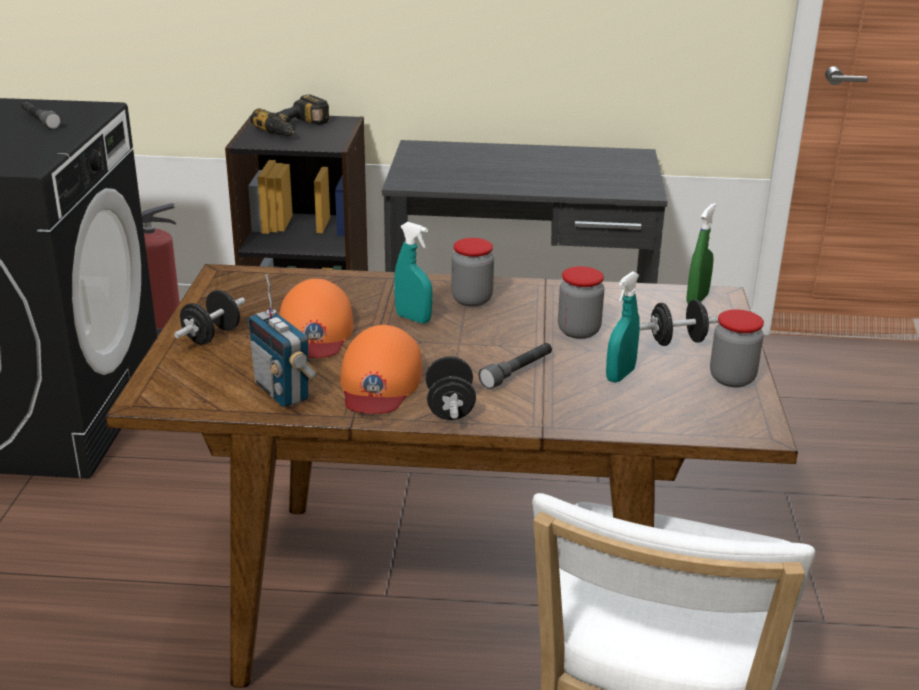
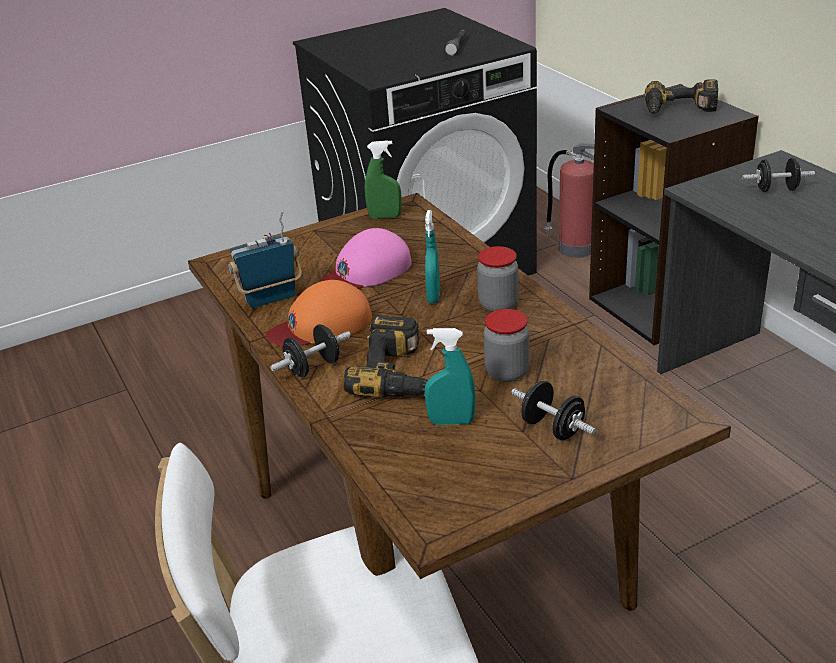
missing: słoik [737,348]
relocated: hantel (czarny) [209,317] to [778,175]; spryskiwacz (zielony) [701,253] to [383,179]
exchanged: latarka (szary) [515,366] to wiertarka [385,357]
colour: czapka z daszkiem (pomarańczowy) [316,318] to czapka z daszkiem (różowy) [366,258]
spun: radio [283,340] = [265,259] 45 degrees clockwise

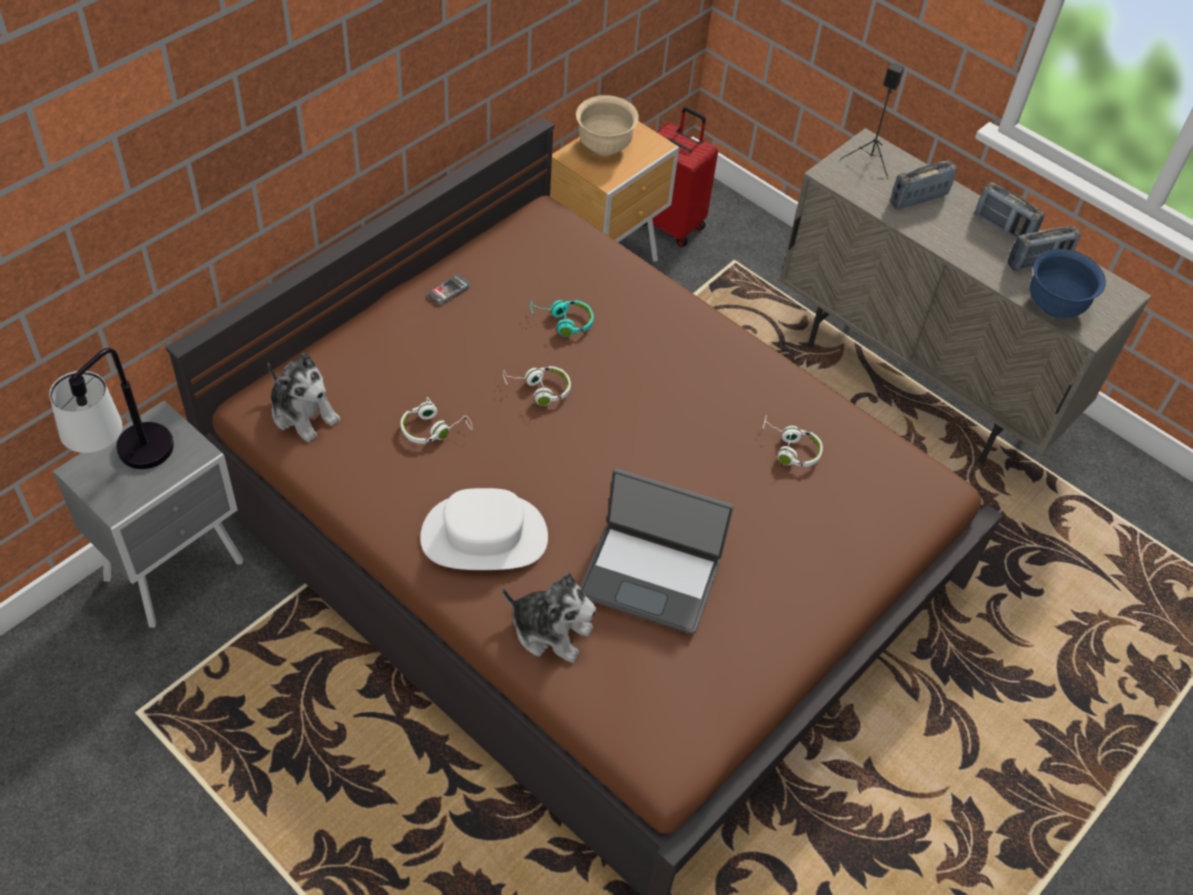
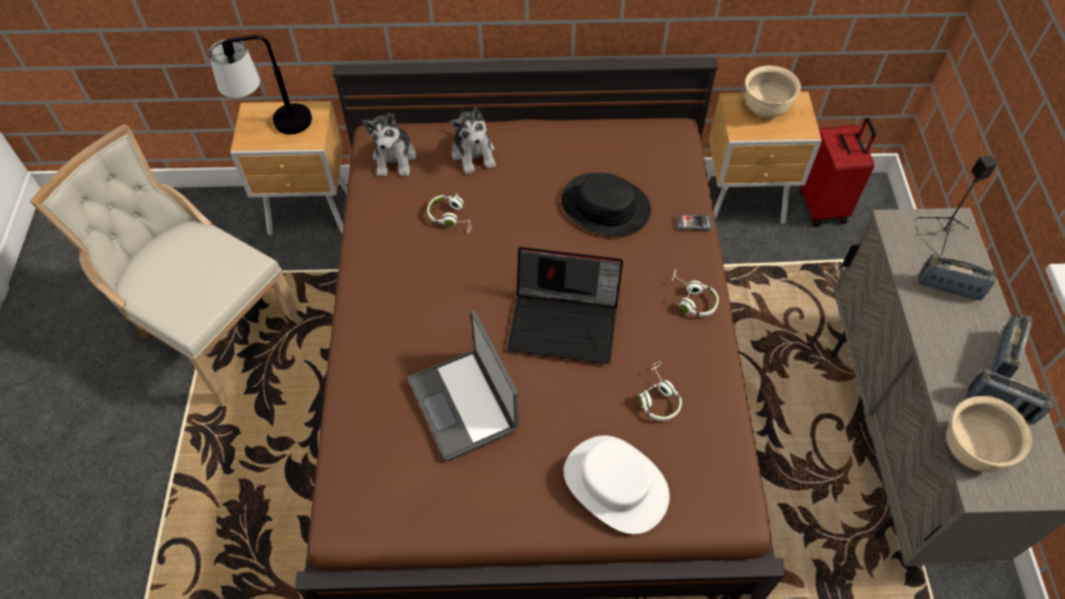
appeared: krzesło (beżowy) [166,265]; laptop [565,305]
relocated: kapelusz (biały) [484,529] to [617,485]; telefon [449,289] to [695,222]; pluszak [549,618] to [473,140]; słuchawki (biały) [537,386] to [695,293]
exchanged: słuchawki (turkusowy) [562,318] to kapelusz (czarny) [606,205]
colour: szafka nocna (szary) [148,514] to szafka nocna (brązowy) [289,168]; miska (niebieski) [1068,283] to miska (beżowy) [989,434]
spun: radio [1009,210] = [1012,345] 150 degrees counterclockwise

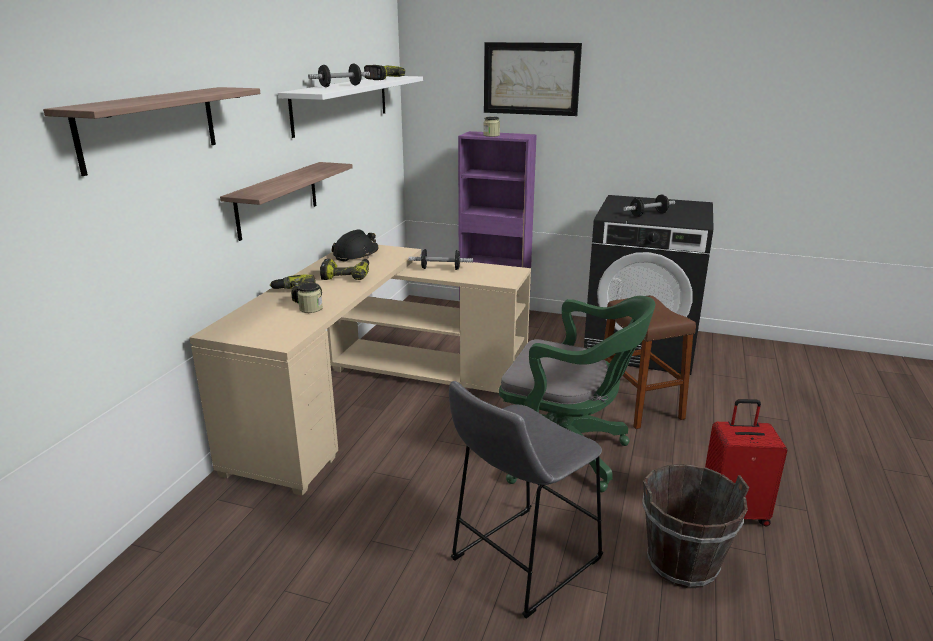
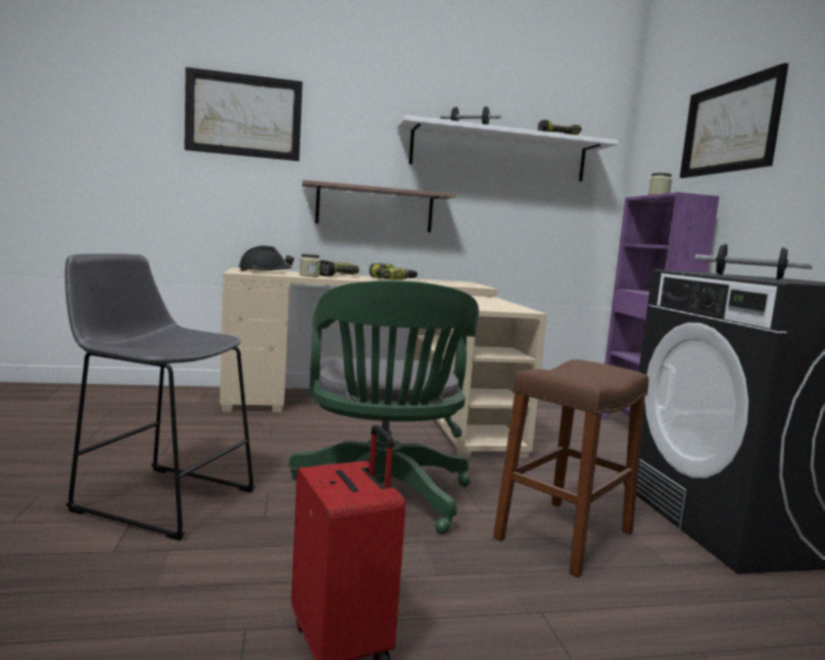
missing: hantel [440,259]; wiadro (brązowy) [695,526]
relocated: kask (czarny) [355,245] to [266,258]
exchanged: półka [151,131] to obraz [243,114]

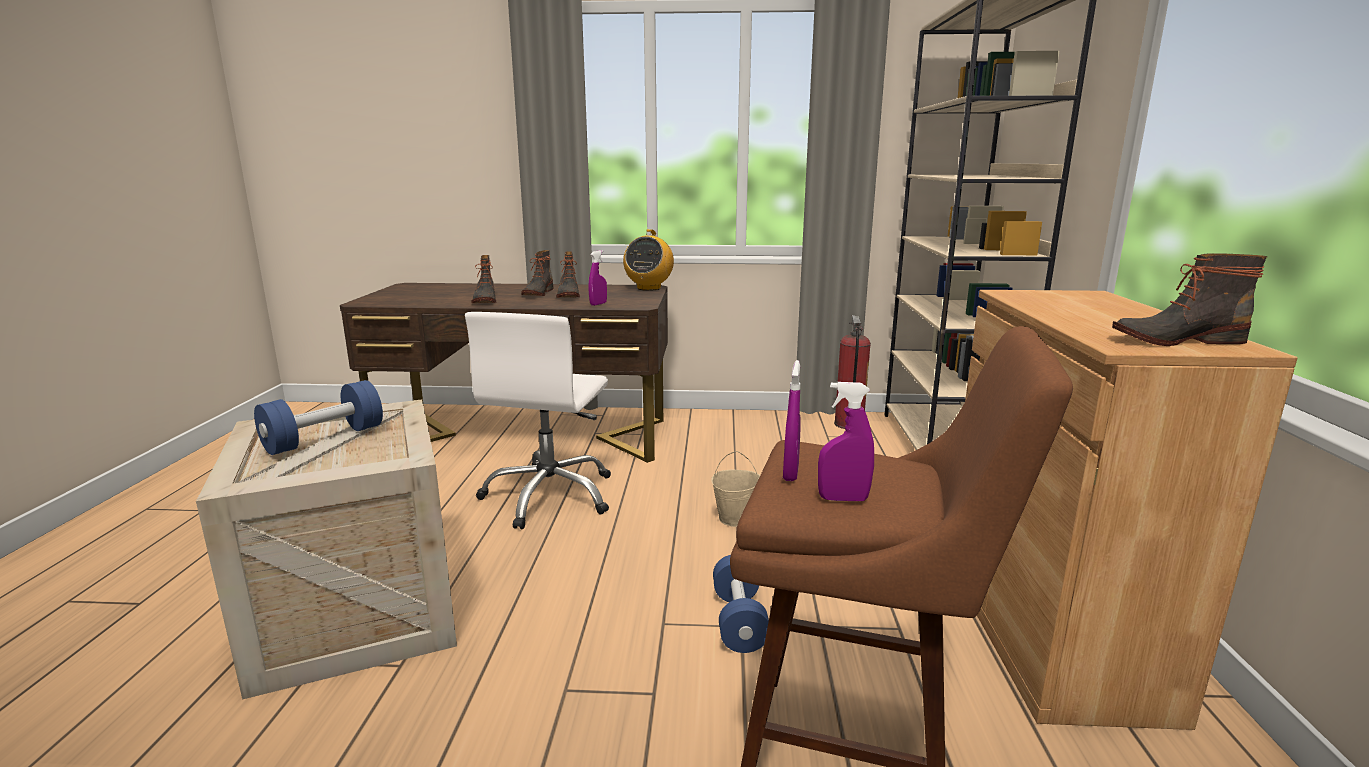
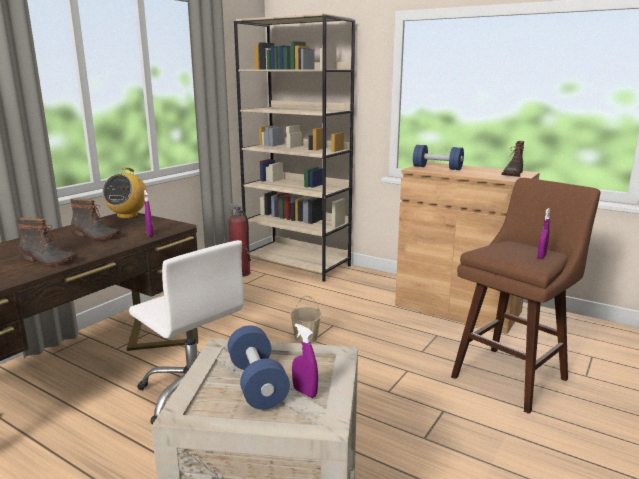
missing: but z cholewką [537,273]
relocated: hantel (niebieski) [741,604] to [438,157]; spryskiwacz (fioletowy) [792,420] to [305,361]
spun: radio [648,260] = [125,193] 60 degrees clockwise

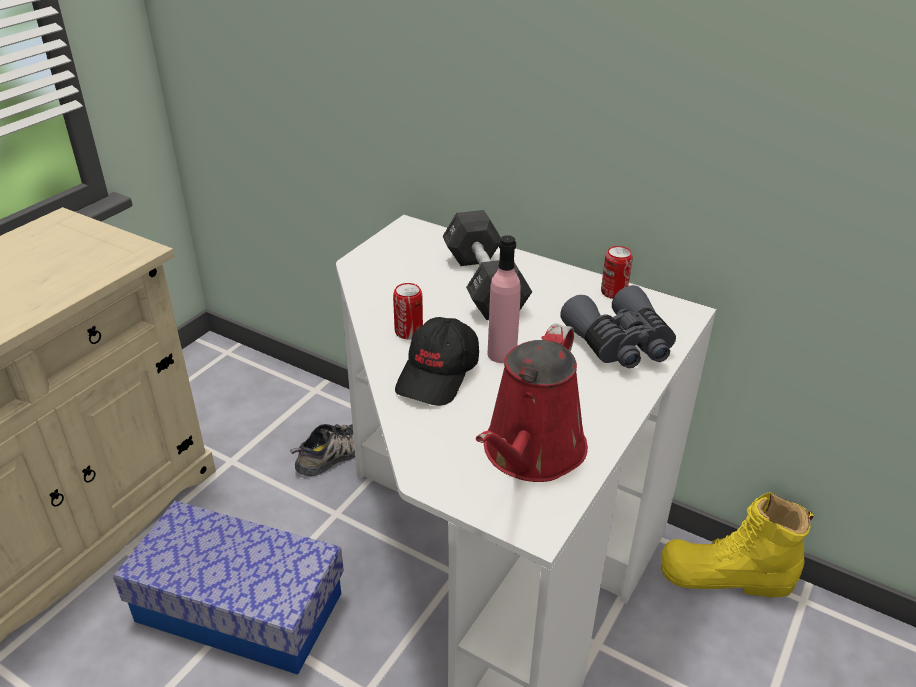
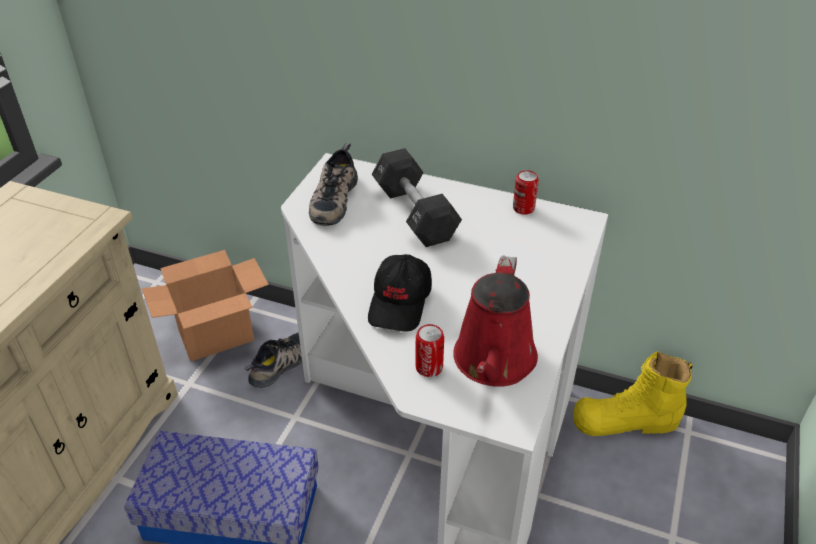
missing: butelka (różowy) [504,299]; lornetka (szary) [618,326]
appeared: karton [205,305]; but [333,184]
relocated: puszka [408,311] to [429,350]

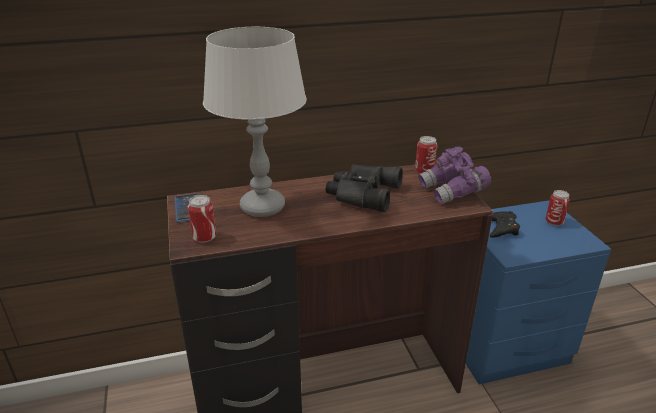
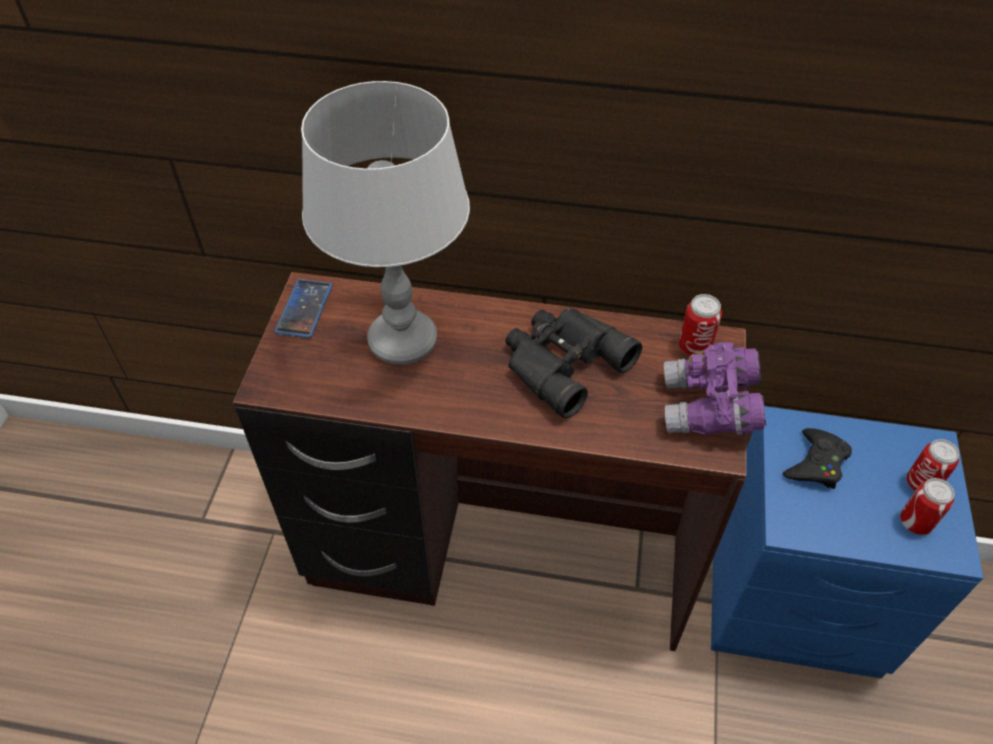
relocated: puszka [202,219] to [927,506]

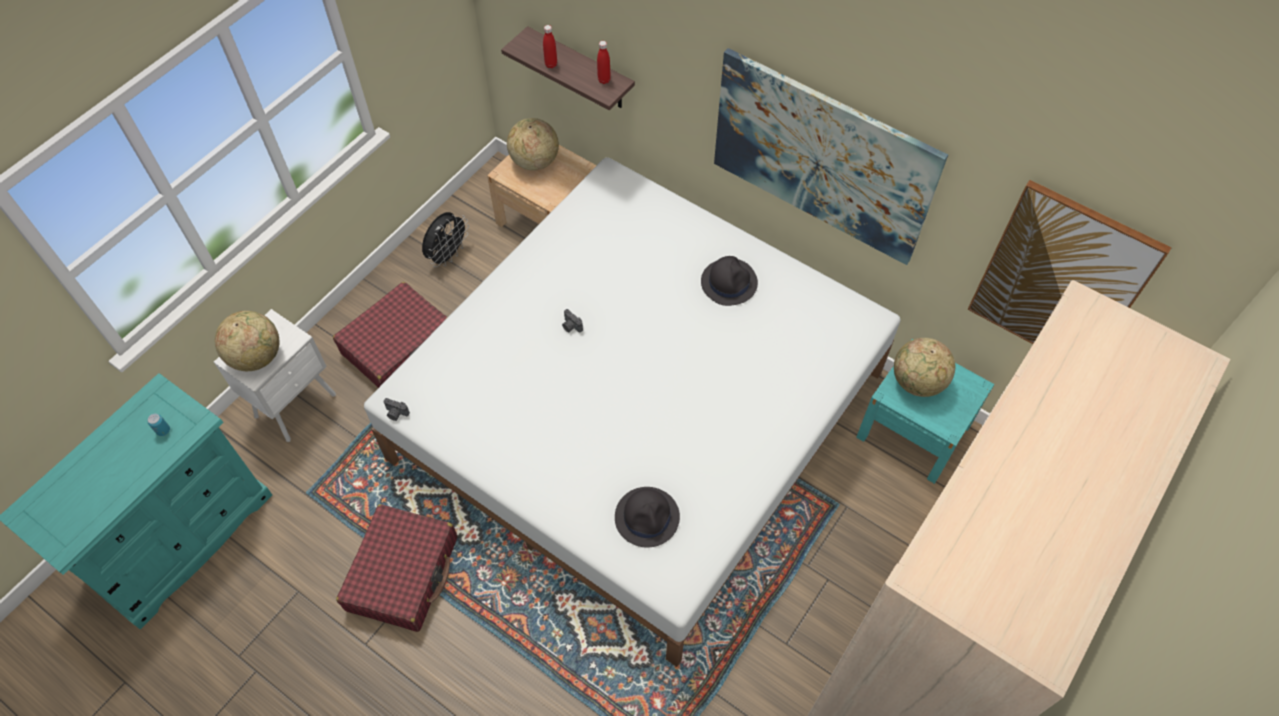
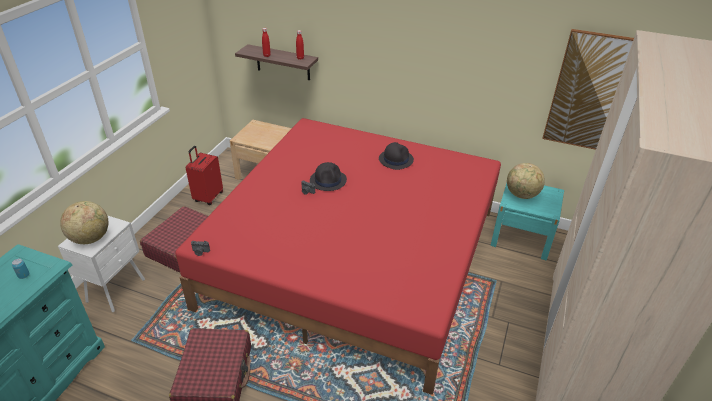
missing: globus [533,144]; obraz [831,156]
relocated: kapelusz (czarny) [647,517] to [328,176]
exchanged: wentylator (czarny) [445,239] to walizka (czerwony) [204,175]
colour: łóżko (biały) [632,412] to łóżko (czerwony) [338,256]

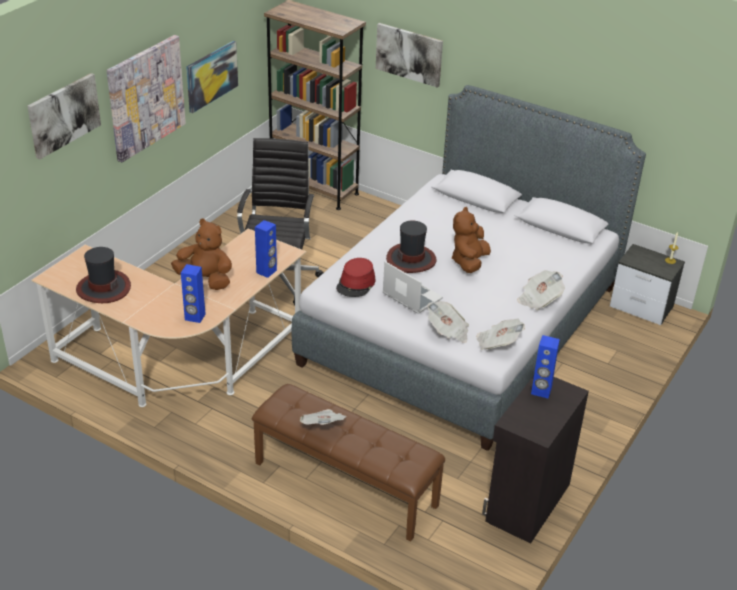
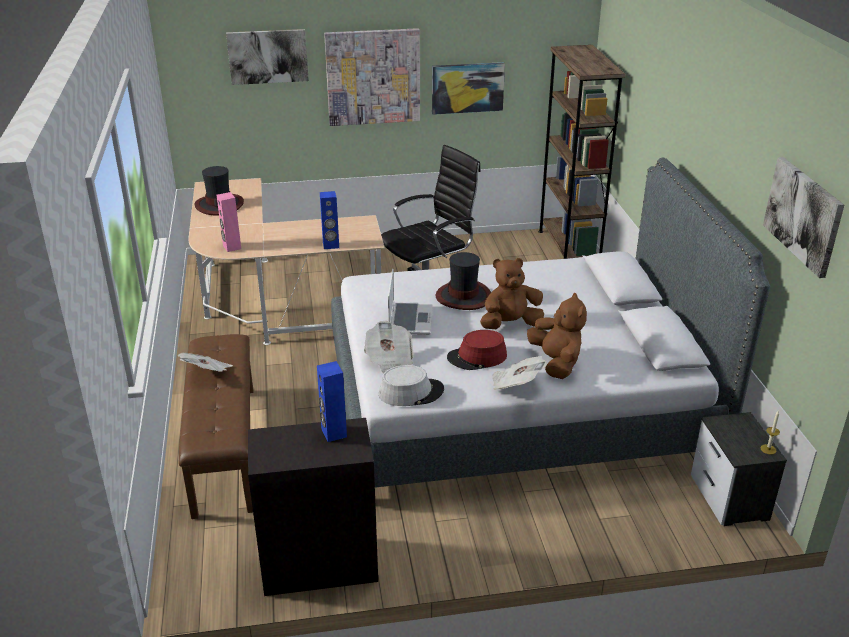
relocated: pluszak (brązowy) [201,254] to [557,336]; kapelusz (czerwony) [356,277] to [477,350]; obraz [409,55] to [803,217]
exchanged: gazeta [500,334] to kapelusz (szary) [411,385]
colour: głośnik (niebieski) [193,293] to głośnik (różowy) [229,222]

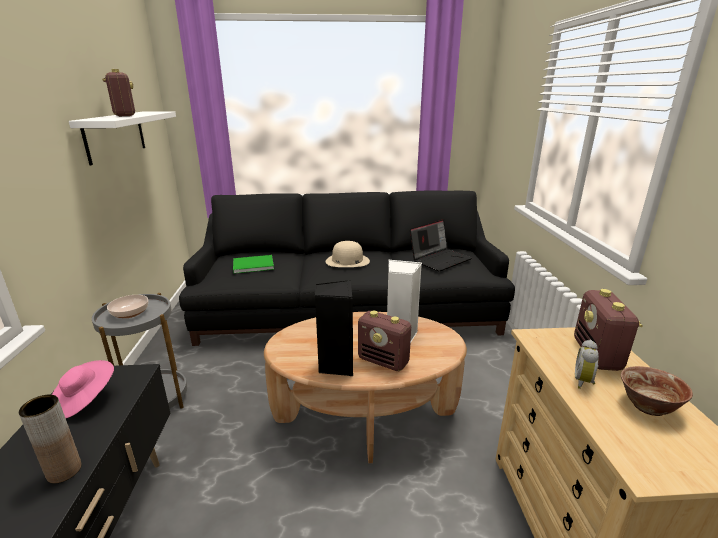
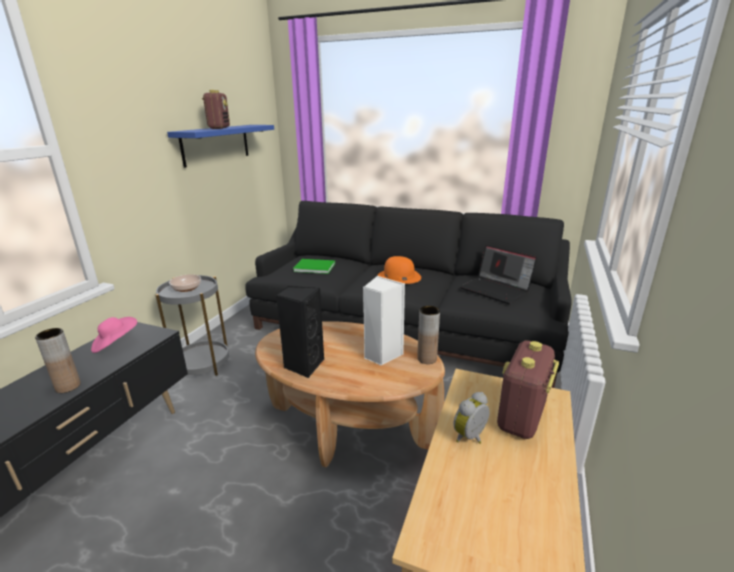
missing: radio [384,341]; miska [657,391]
appeared: wazon (brązowy) [428,335]
colour: półka (biały) [122,138] to półka (niebieski) [220,146]; kapelusz (beżowy) [348,254] to kapelusz (pomarańczowy) [399,270]
spun: laptop [441,245] = [498,274] 60 degrees clockwise

